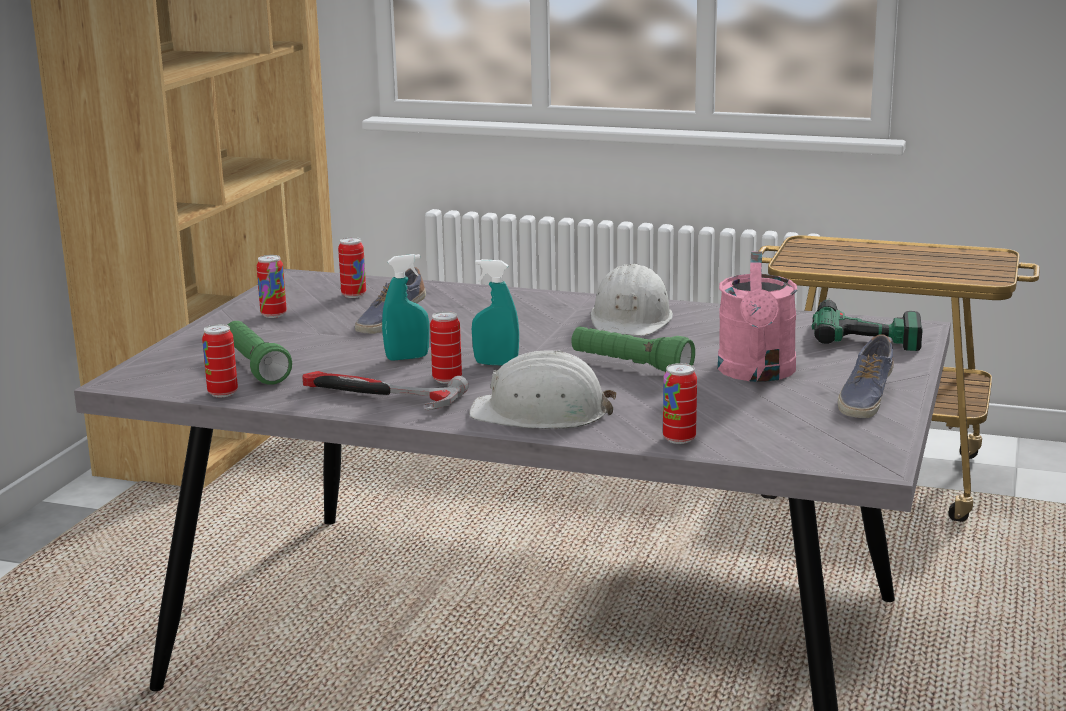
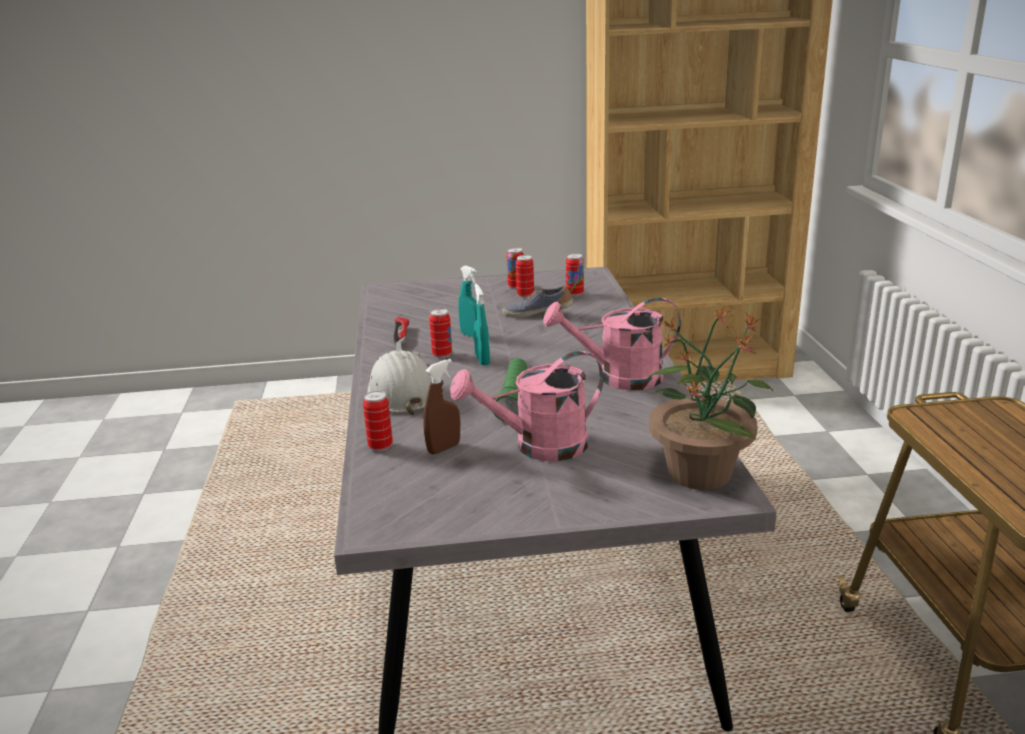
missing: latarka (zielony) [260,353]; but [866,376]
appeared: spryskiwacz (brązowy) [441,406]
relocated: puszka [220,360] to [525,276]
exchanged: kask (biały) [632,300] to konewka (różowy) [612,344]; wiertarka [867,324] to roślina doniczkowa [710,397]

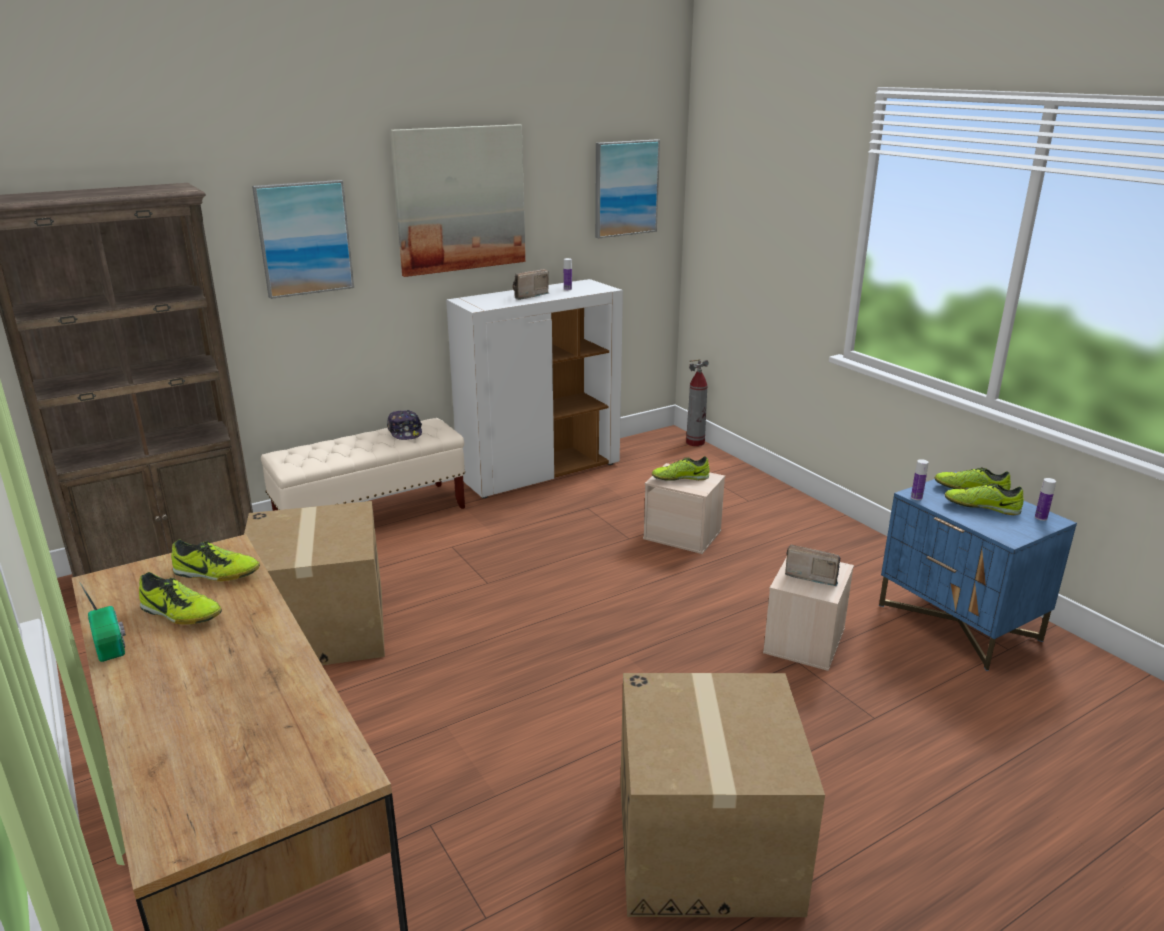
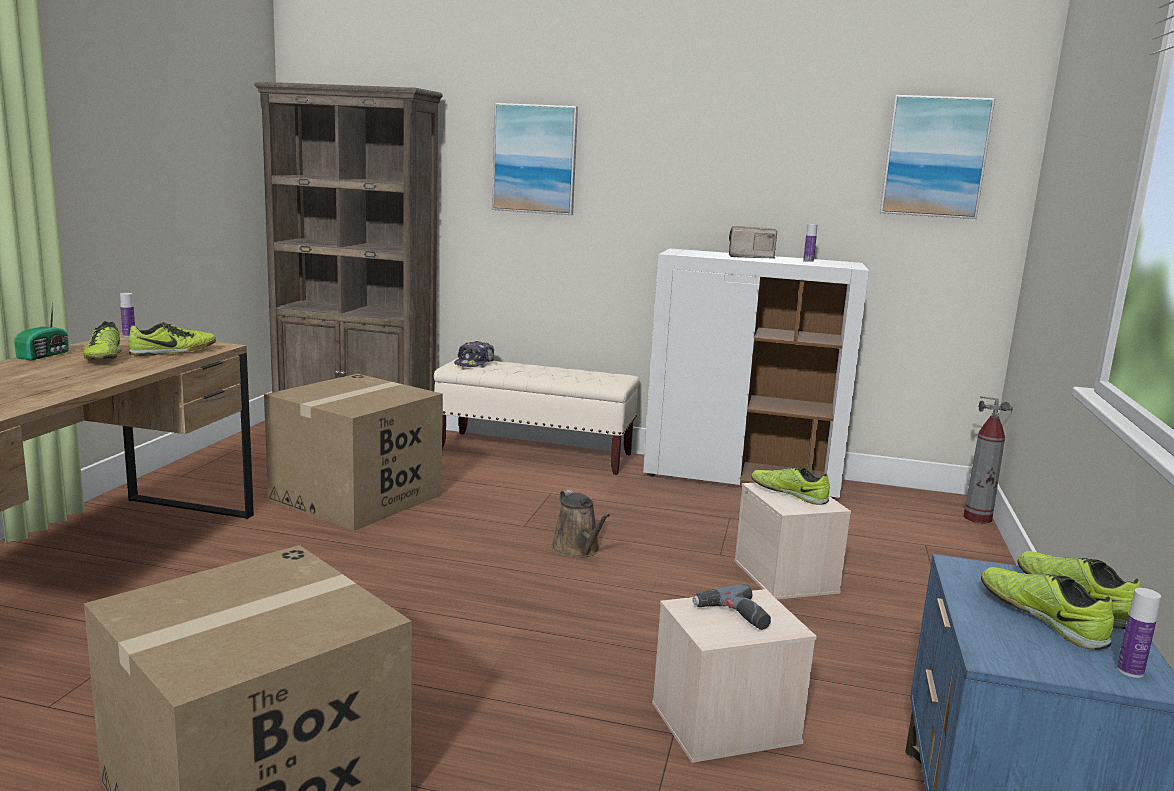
missing: obraz [457,200]
appeared: konewka (brązowy) [580,523]
relocated: czapka z daszkiem [404,425] to [474,354]; butelka [920,479] to [127,315]
exchanged: radio [812,565] to wiertarka [731,607]
spun: but [215,560] = [172,339] 90 degrees counterclockwise

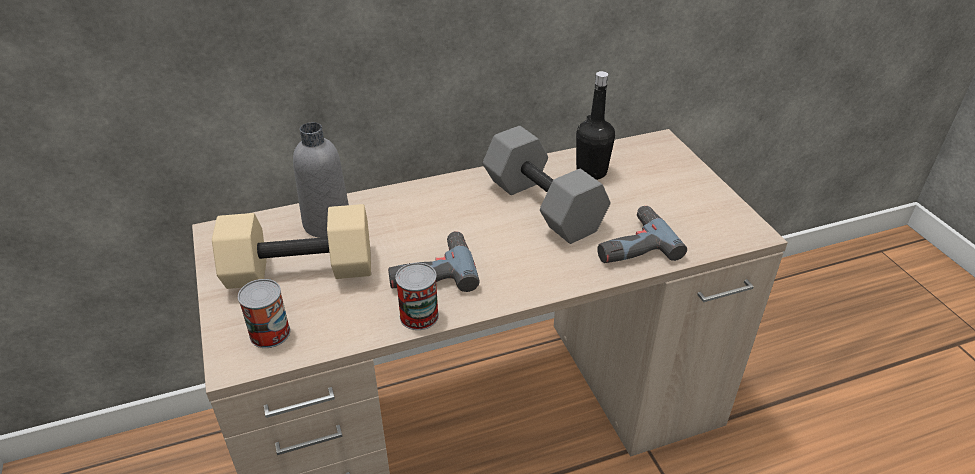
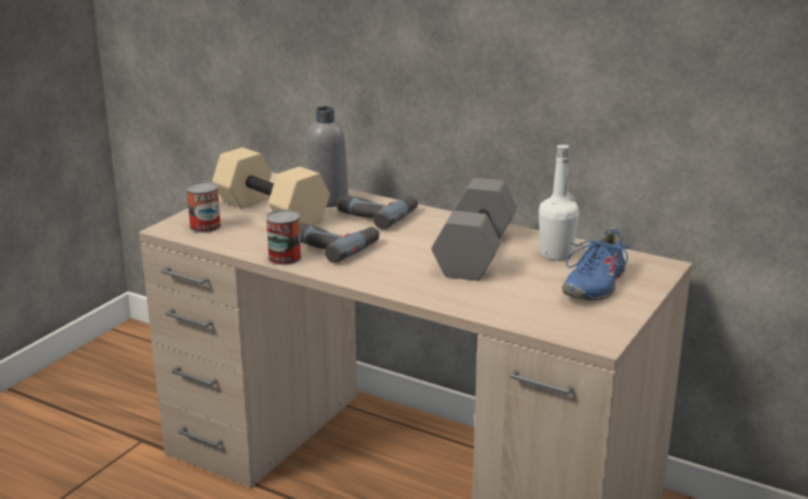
appeared: but (niebieski) [598,263]
relocated: wiertarka [642,234] to [377,212]
colour: butelka (czarny) [595,125] to butelka (biały) [559,202]

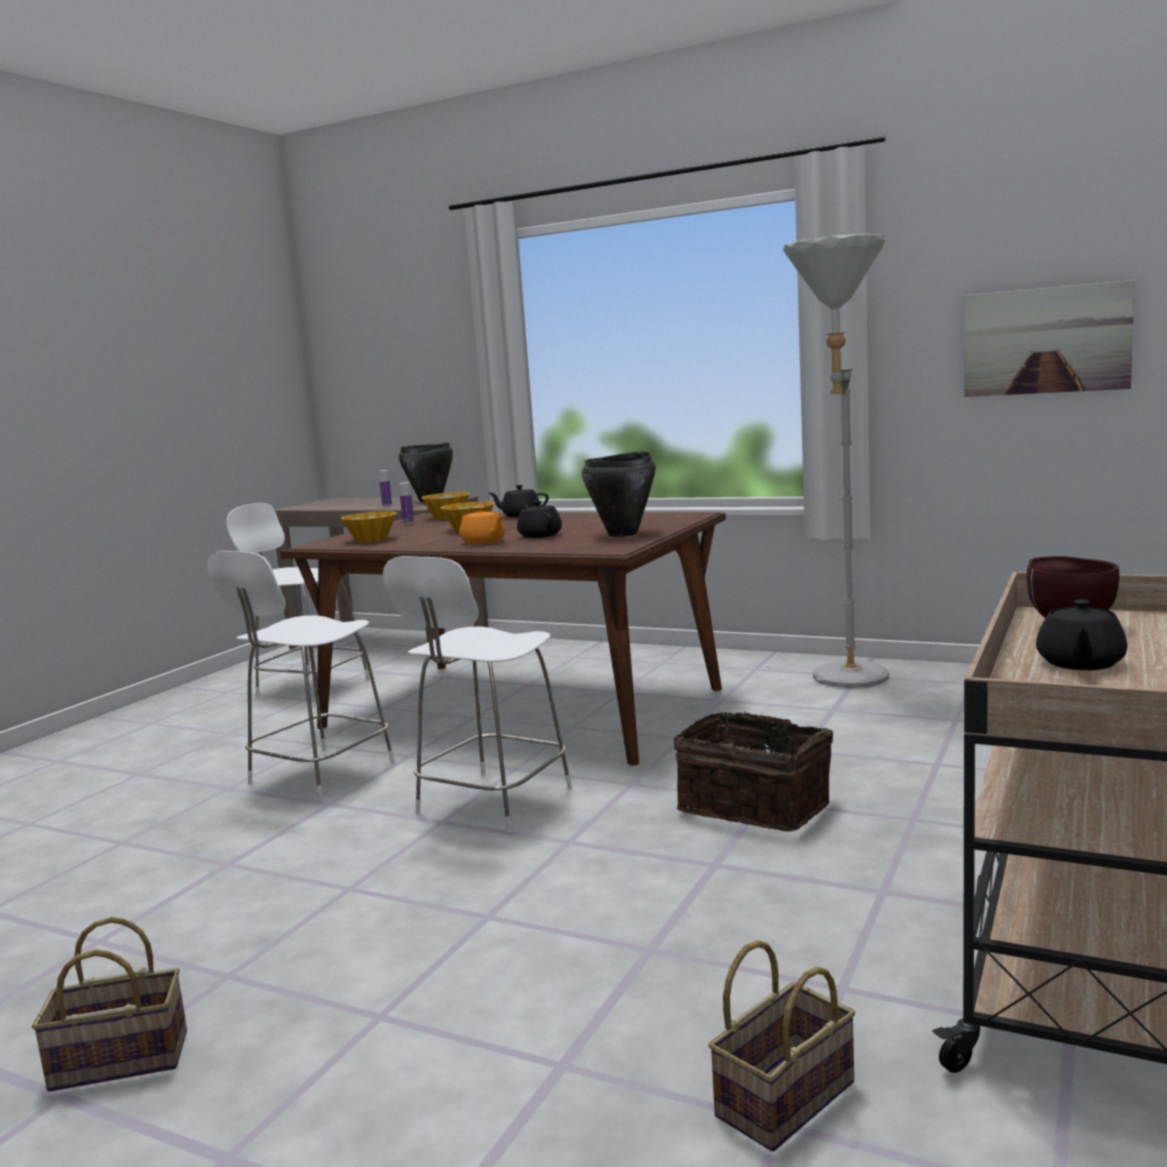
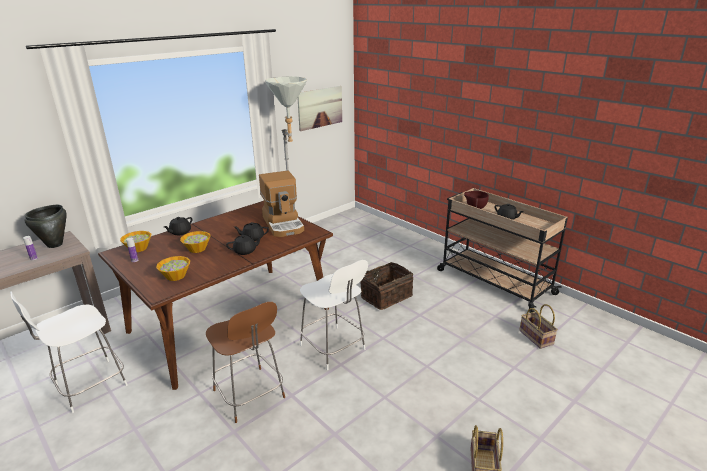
exchanged: garnek (czarny) [618,494] to ekspres do kawy [281,204]
colour: krzesło (biały) [301,676] to krzesło (brązowy) [245,362]; imbryk (pomarańczowy) [482,525] to imbryk (czarny) [244,245]

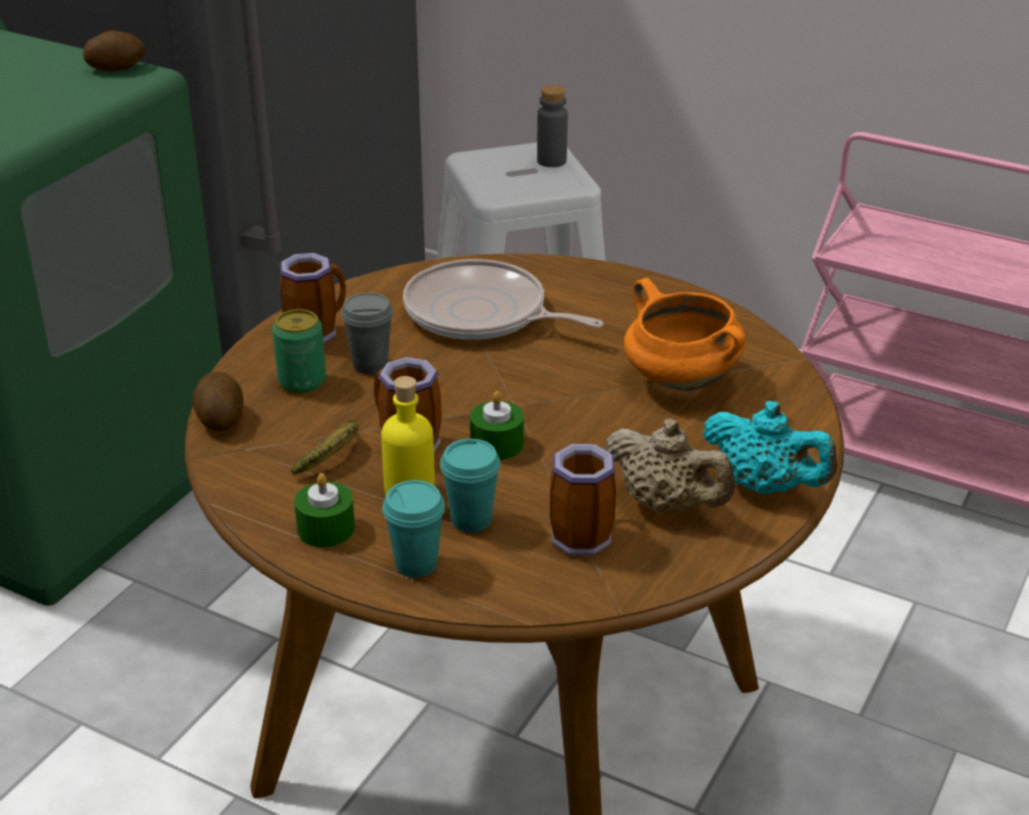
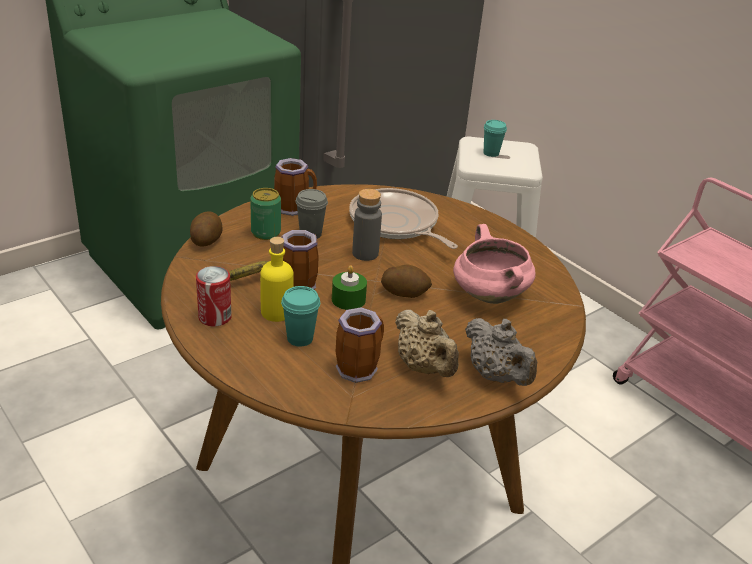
relocated: ziemniak [114,51] to [406,281]; filiżanka (turkusowy) [413,529] to [495,138]; butelka (szary) [552,126] to [367,225]
exchanged: świeca (zielony) [324,510] to puszka [214,296]
colour: garnek (pomarańczowy) [685,334] to garnek (różowy) [494,264]; imbryk (turkusowy) [770,447] to imbryk (szary) [501,352]

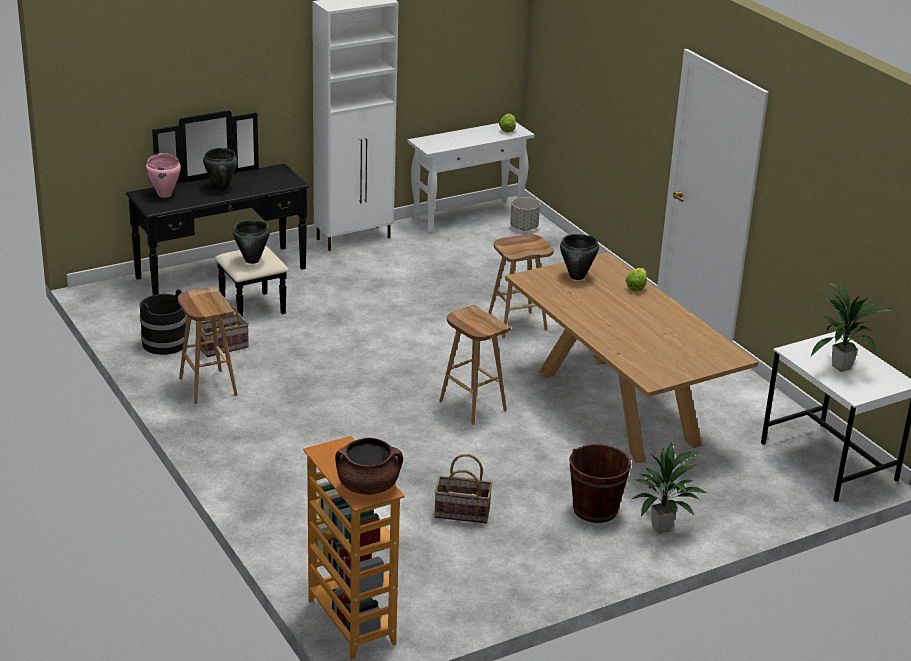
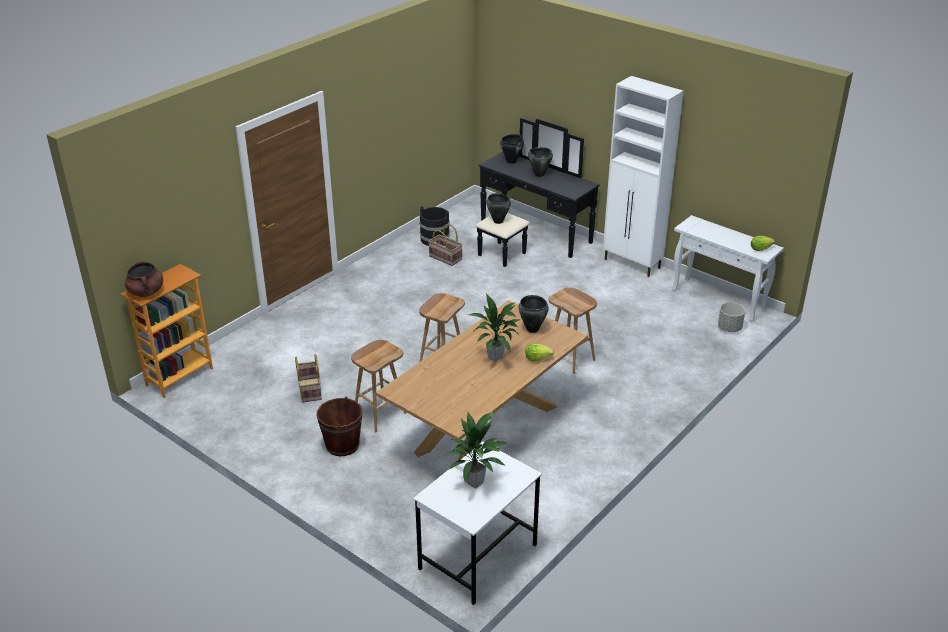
relocated: stołek (brązowy) [208,345] to [378,386]; roślina doniczkowa [669,488] to [494,327]
colour: garnek (różowy) [163,175] to garnek (czarny) [512,149]

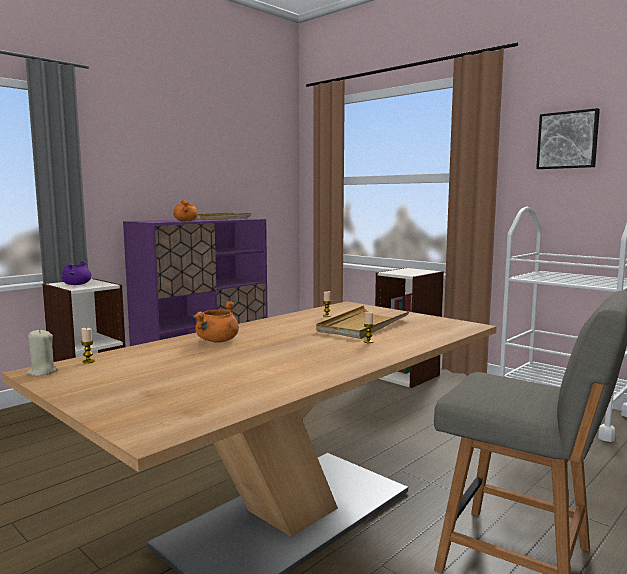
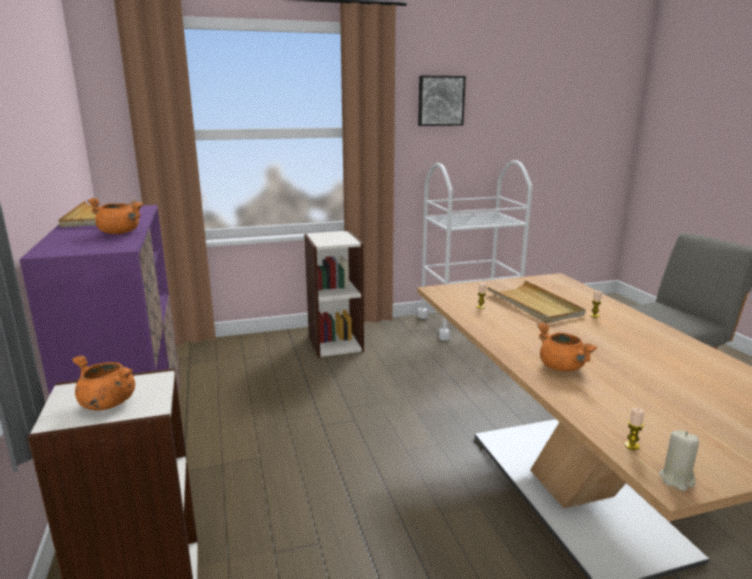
colour: garnek (fioletowy) [76,272] to garnek (pomarańczowy) [103,383]

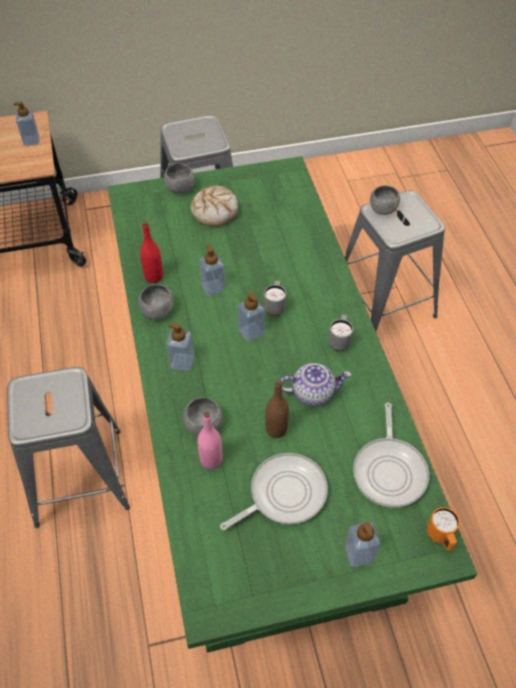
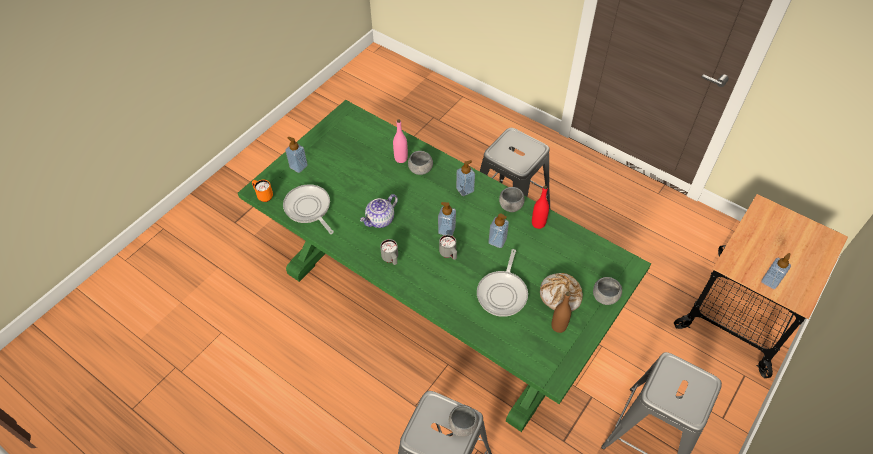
relocated: patelnia [274,491] to [502,283]; butelka (brązowy) [277,408] to [561,312]

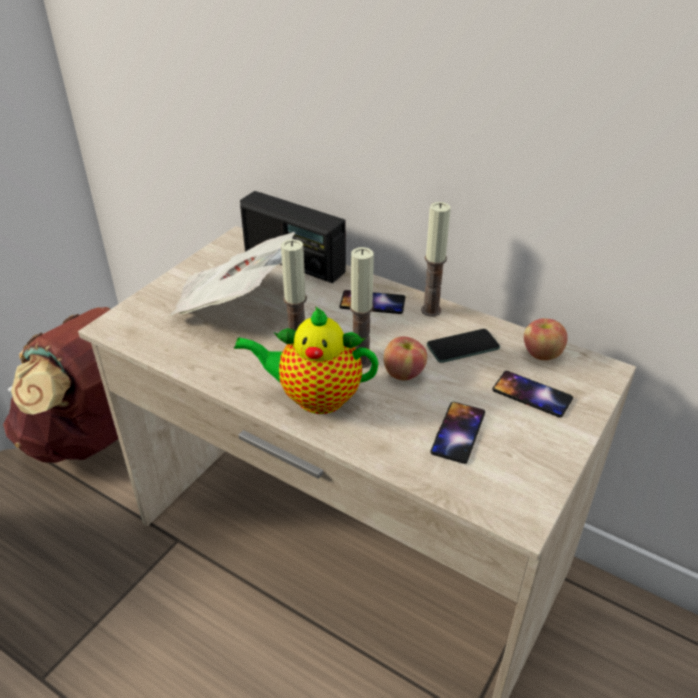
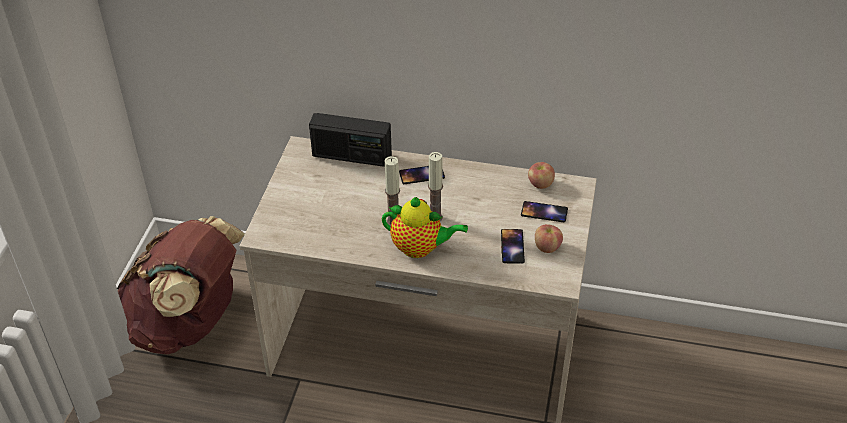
missing: gazeta [233,274]; świeca [436,259]; telefon [463,346]
relocated: jabłko [405,358] to [549,238]
spun: imbryk [306,360] = [425,227] 150 degrees counterclockwise

